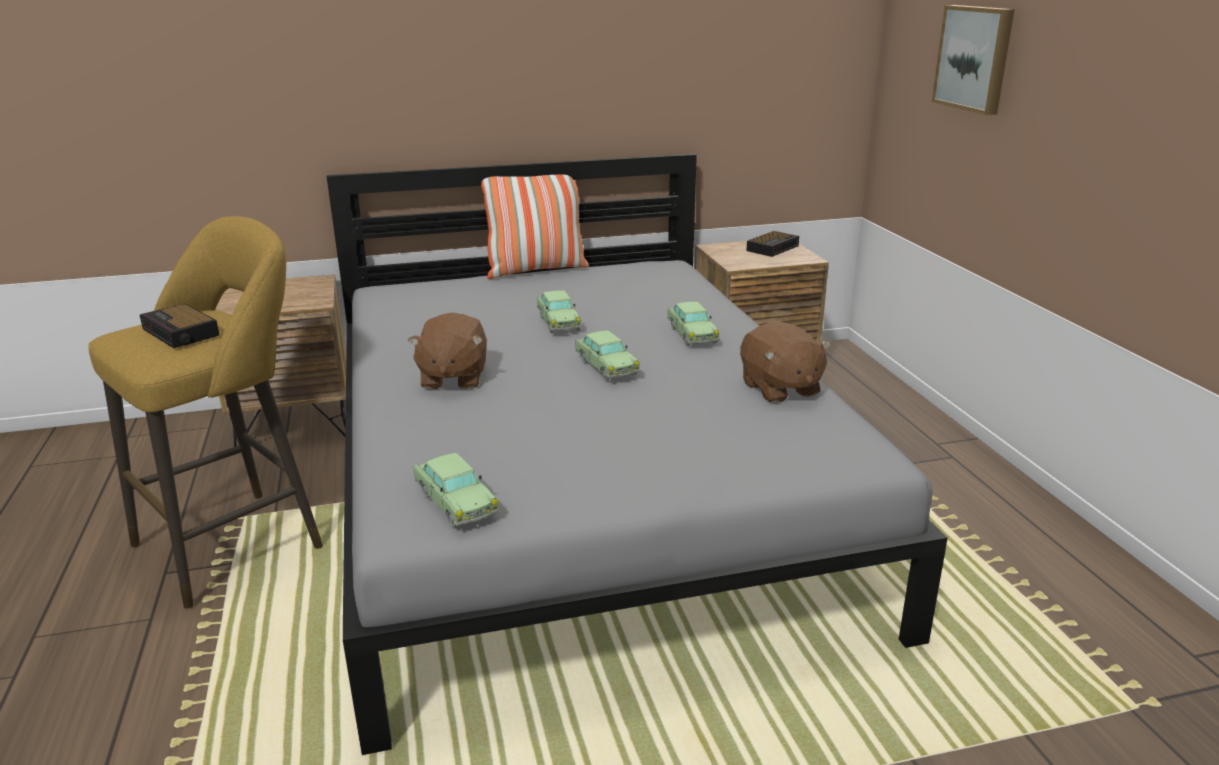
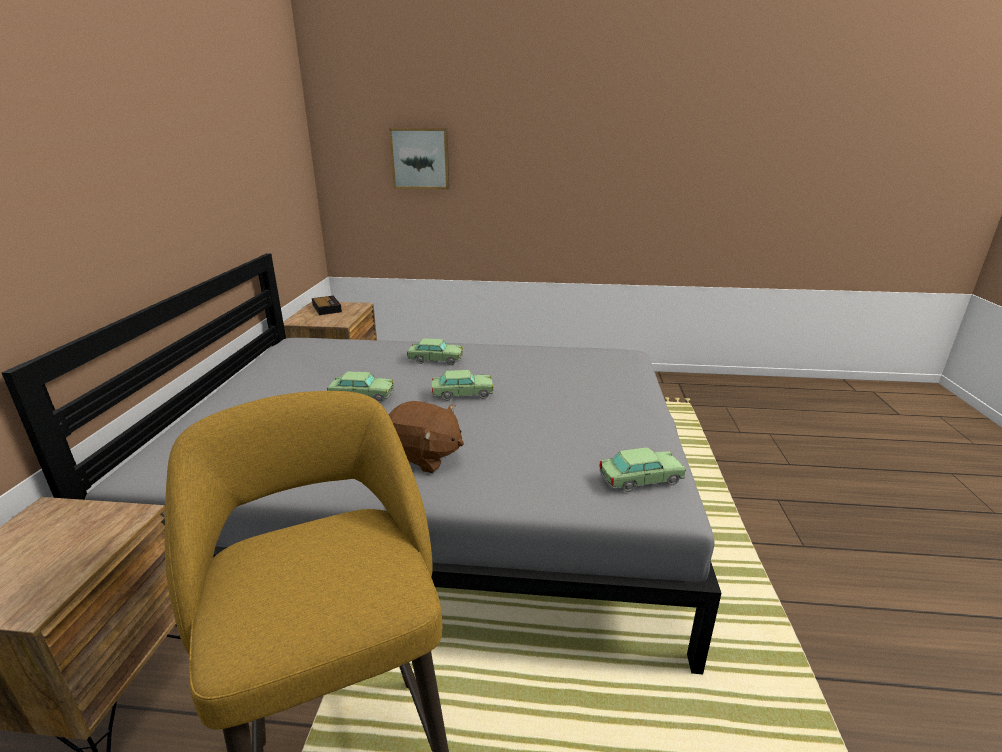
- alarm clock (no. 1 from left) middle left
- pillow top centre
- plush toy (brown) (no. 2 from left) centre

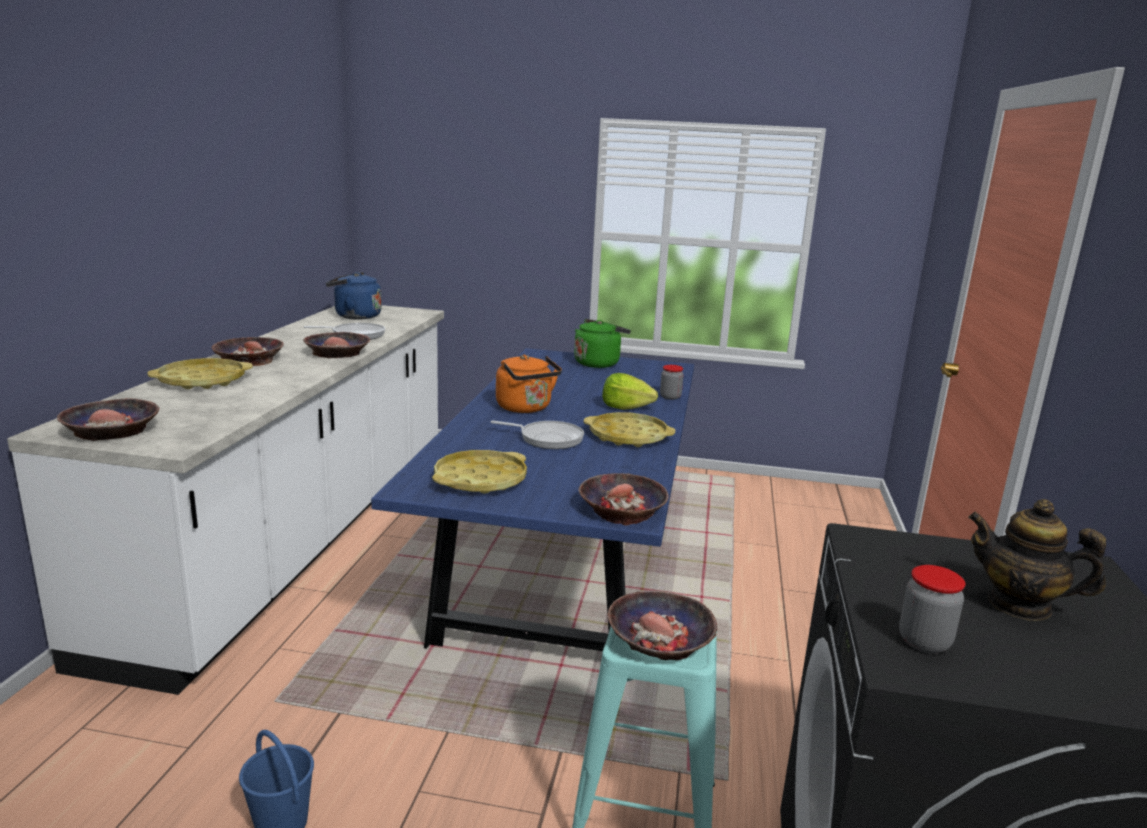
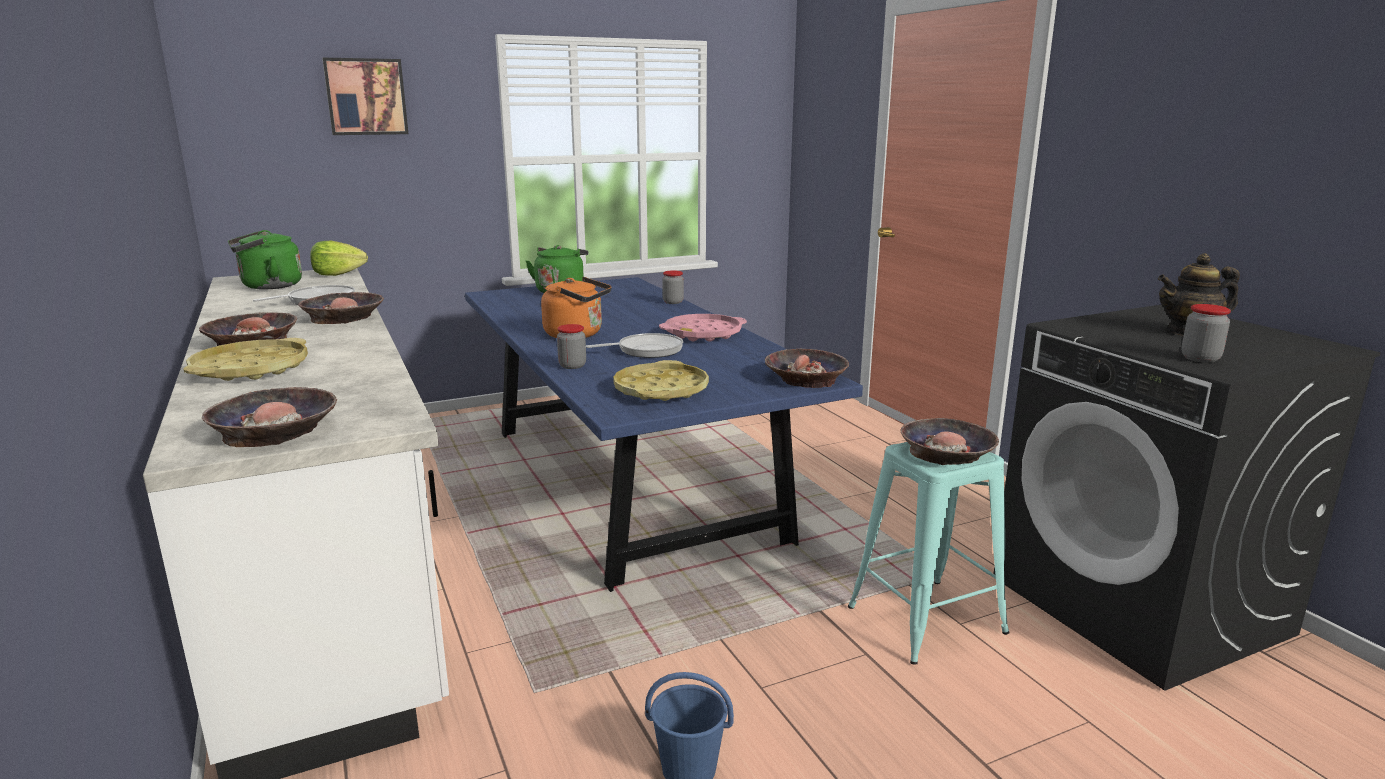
~ kettle (blue) middle left to kettle (green) (no. 1 from left) top left
~ lettuce centre to top left
+ picture top left
+ jar (no. 1 from left) centre
~ tray (yellow) (no. 3 from left) centre to tray (pink) centre

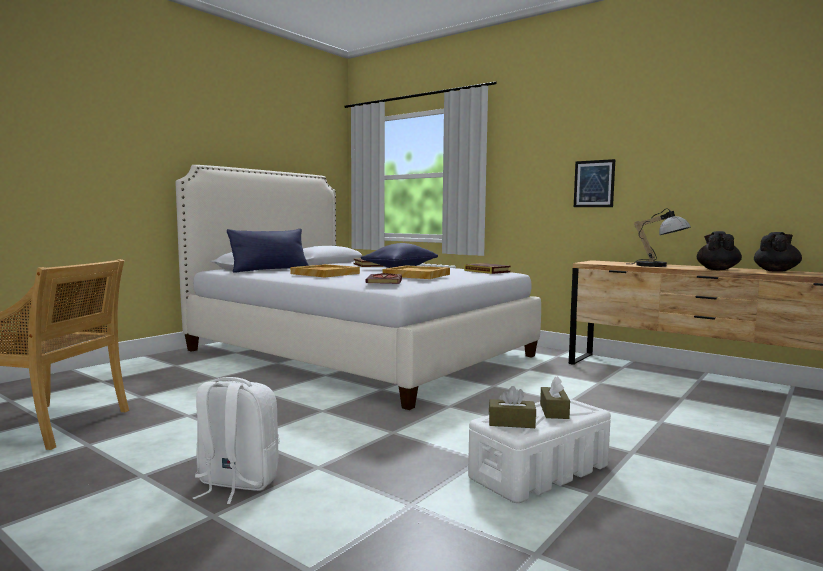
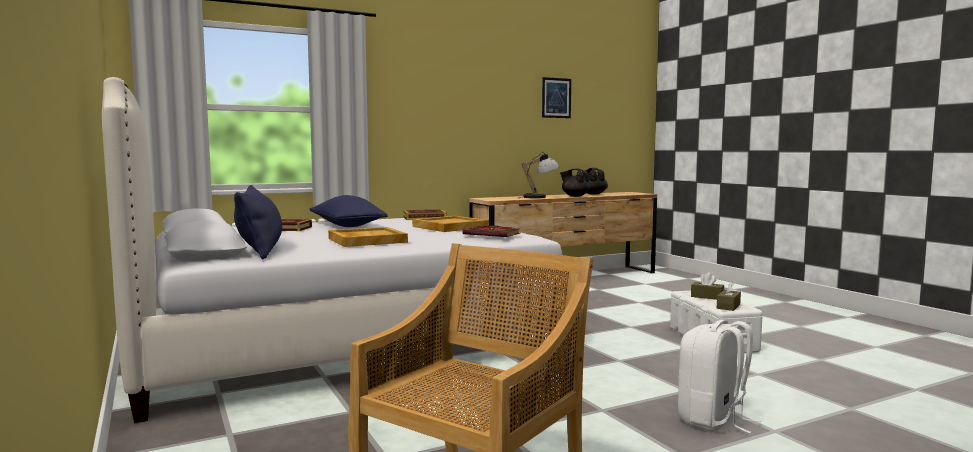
~ picture top right to top centre

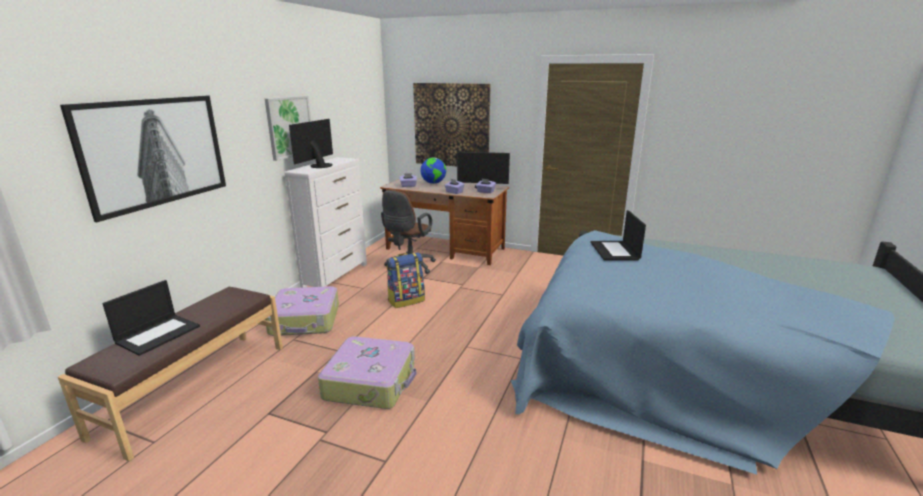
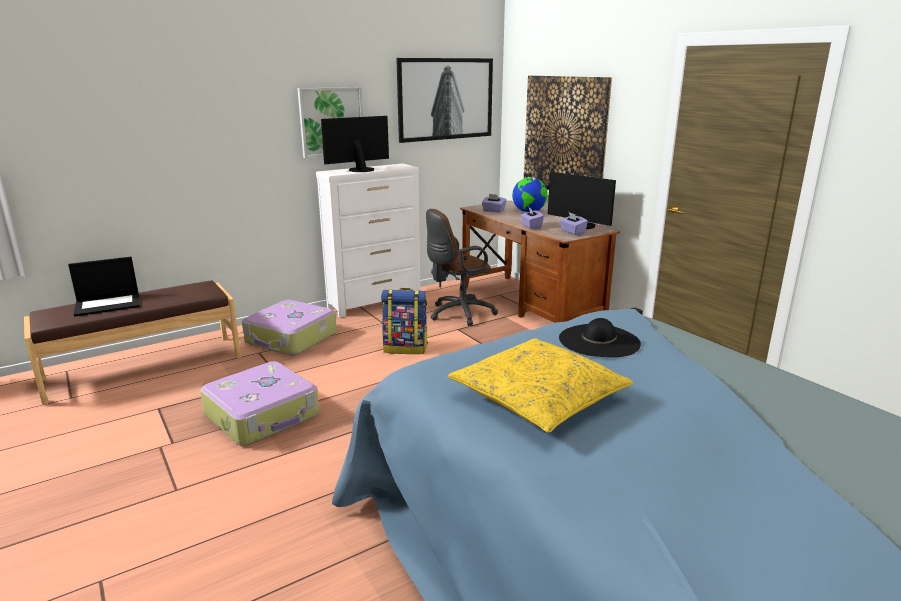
~ picture (no. 1 from left in the first image) top left to picture (no. 2 from left) top centre
+ pillow (yellow) centre
~ laptop (no. 2 from left) middle right to hat (black) centre

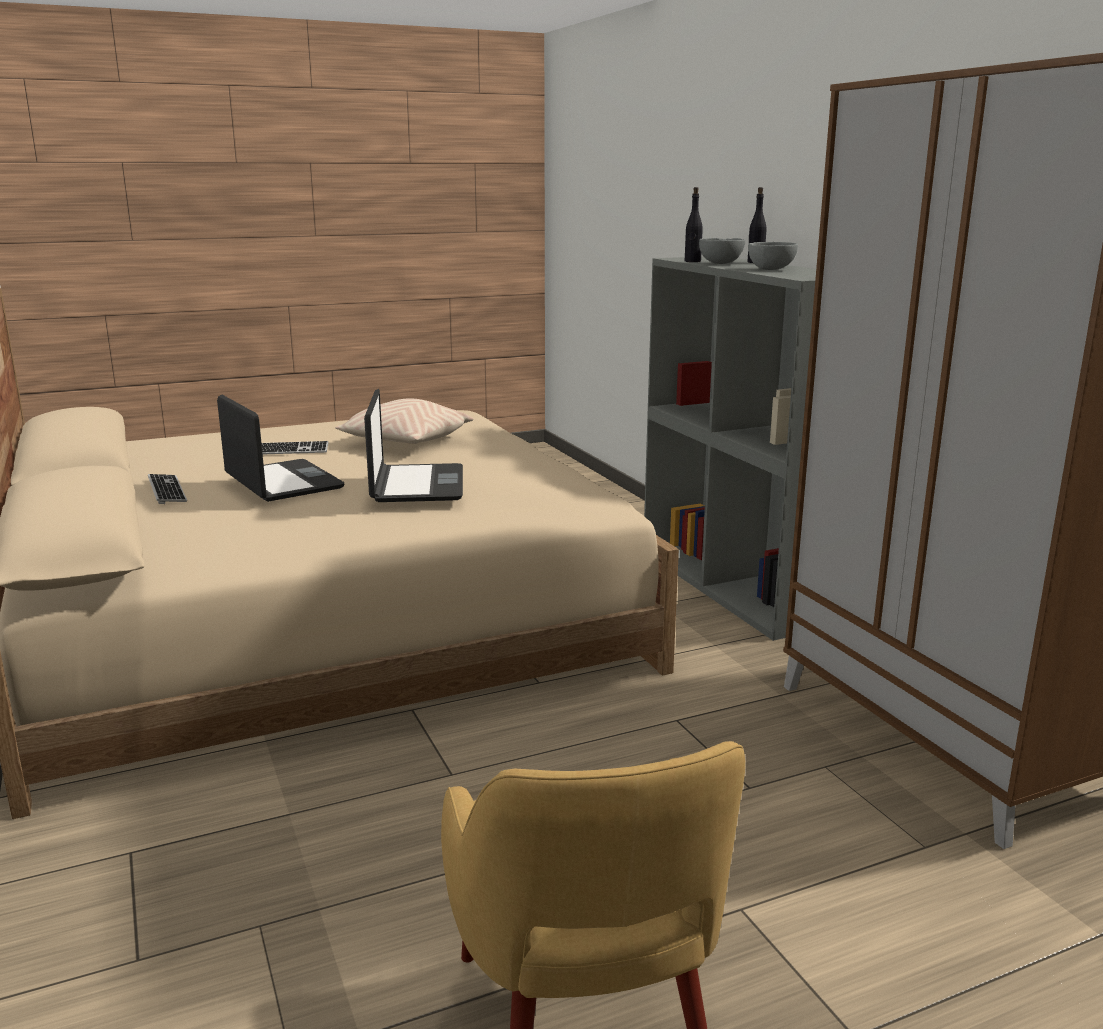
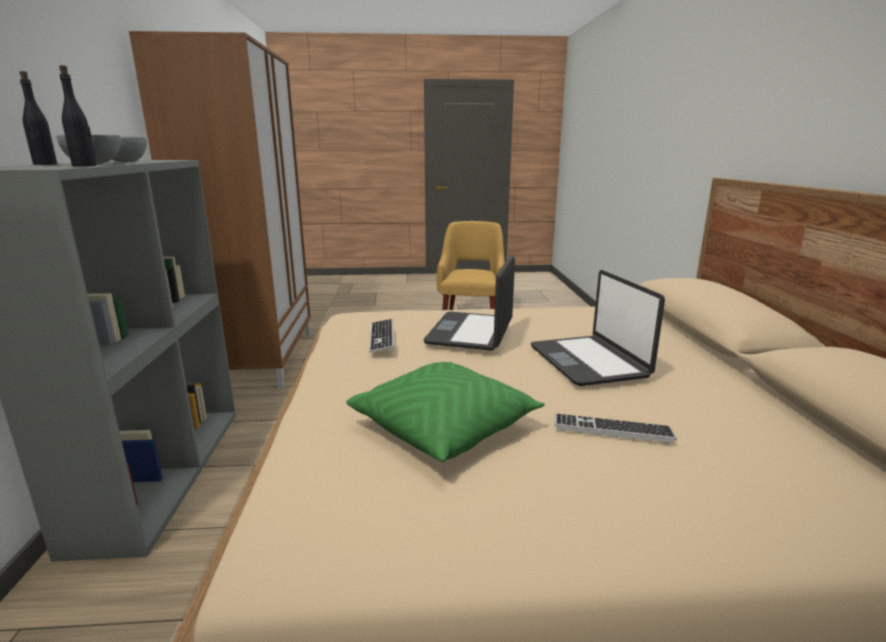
~ pillow (beige) centre to pillow (green) centre
~ keyboard (no. 1 from left) middle left to centre

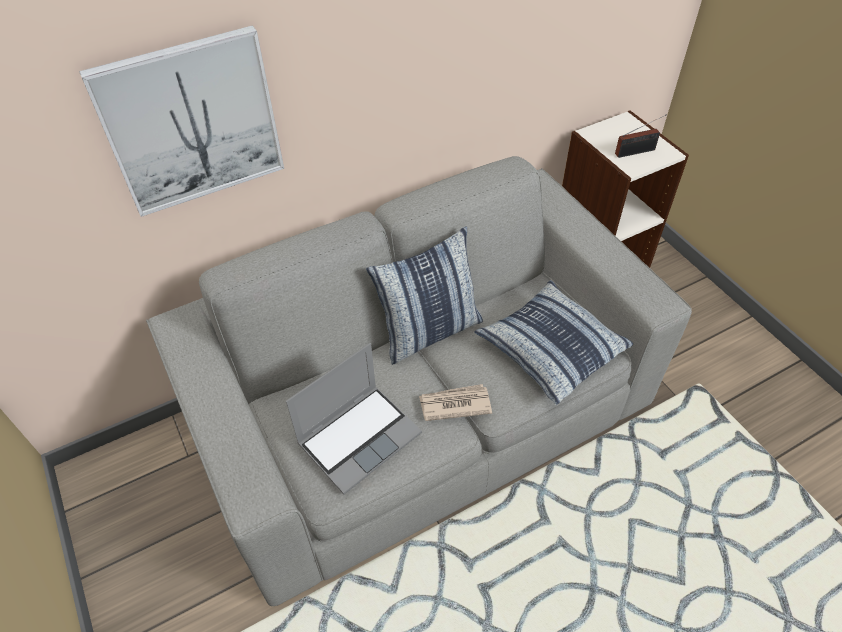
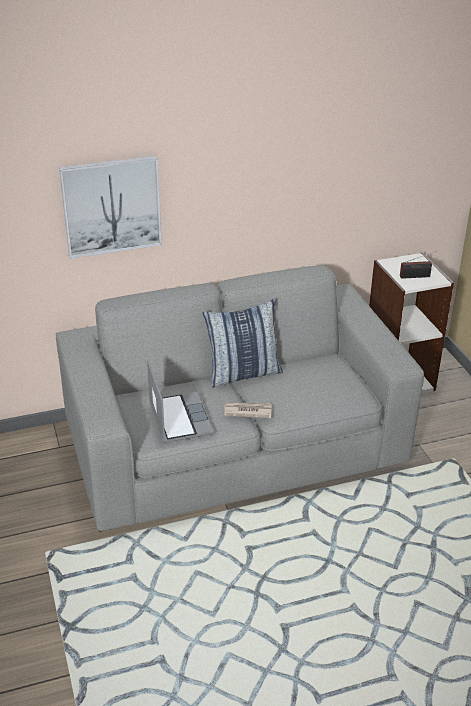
~ laptop centre = centre 75 degrees counterclockwise
- pillow (no. 2 from left) centre

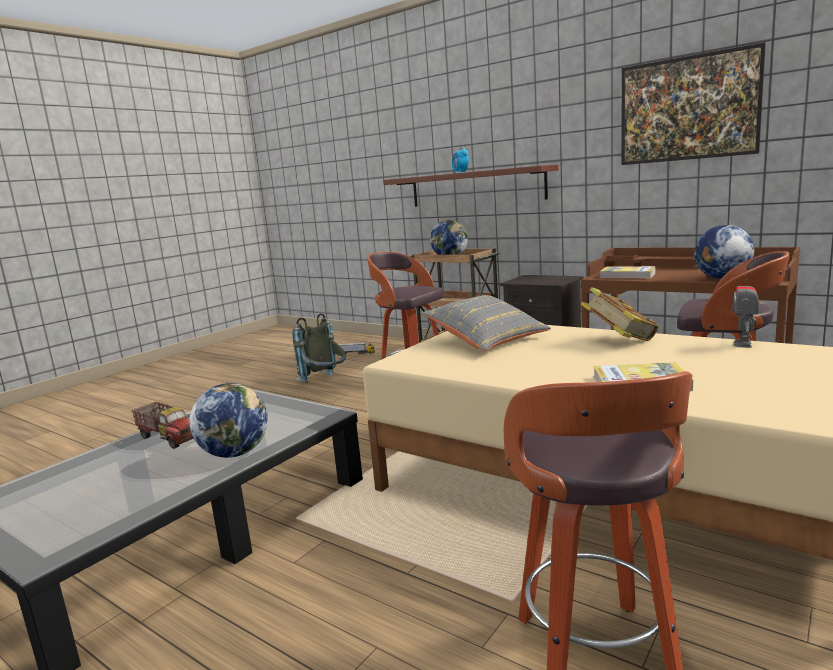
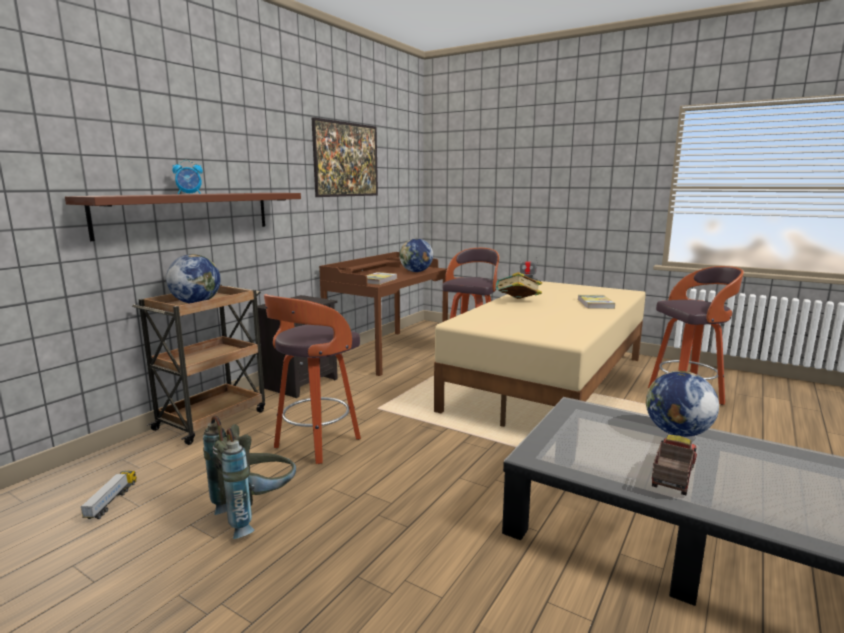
- pillow (grey) centre

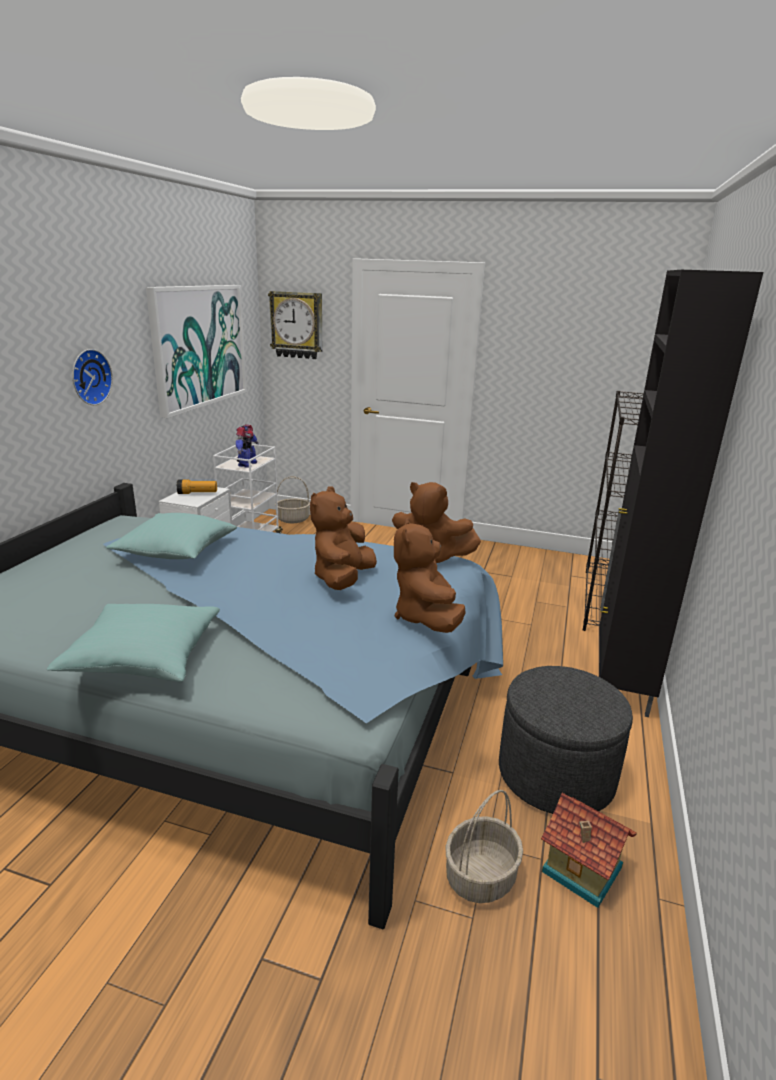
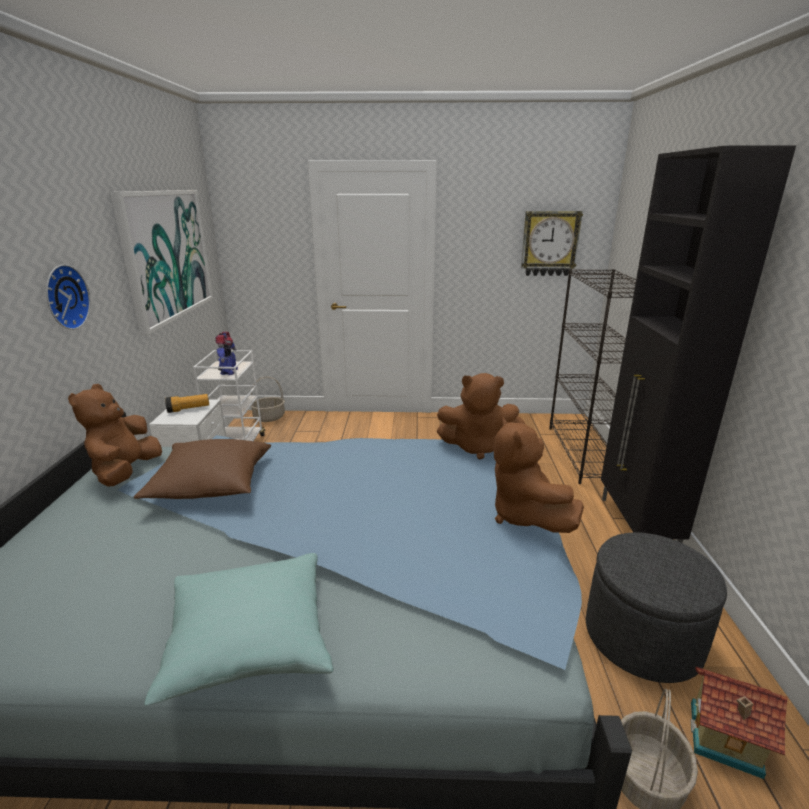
~ plush toy (brown) (no. 1 from left) centre to middle left
~ pillow (turquoise) (no. 2 from left) middle left to pillow (brown) middle left
~ wall clock (no. 2 from left) top centre to top right

